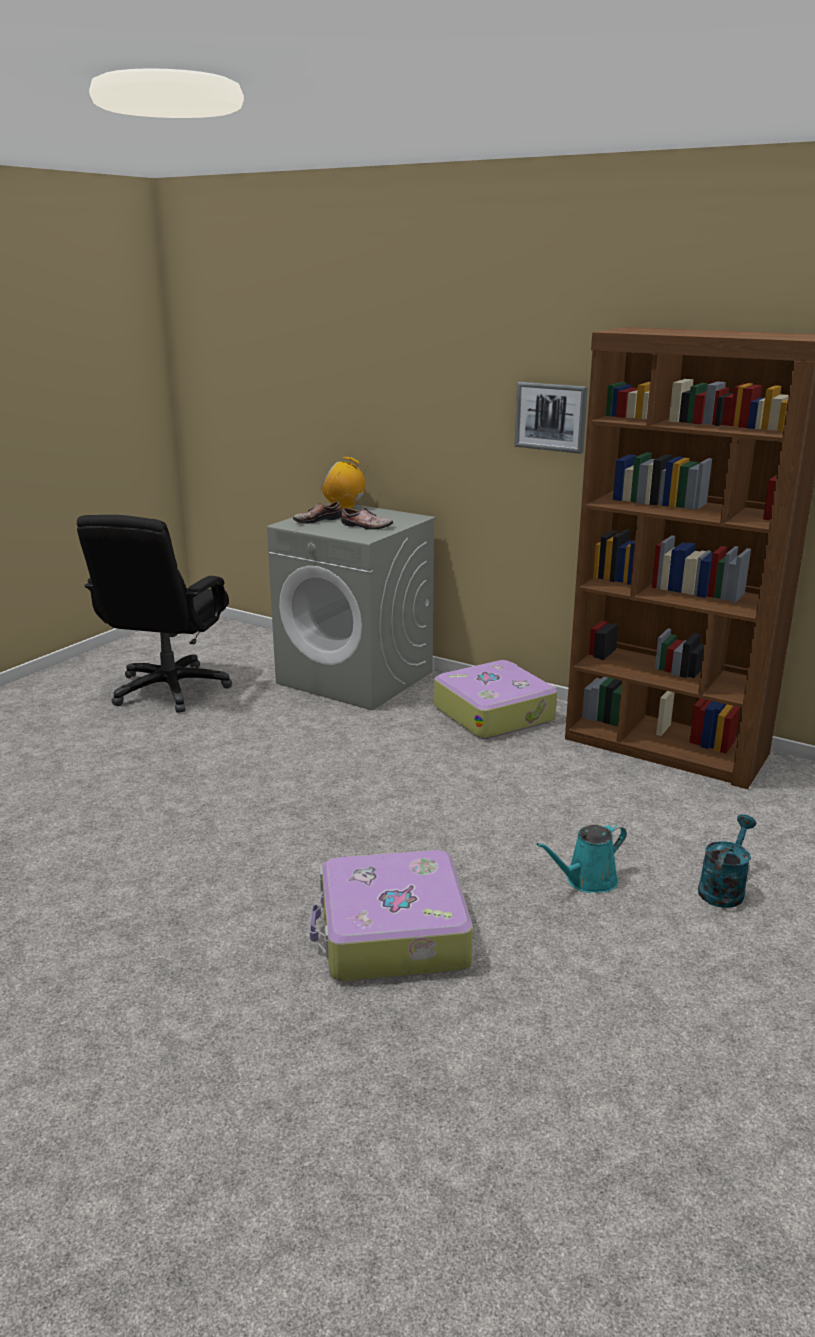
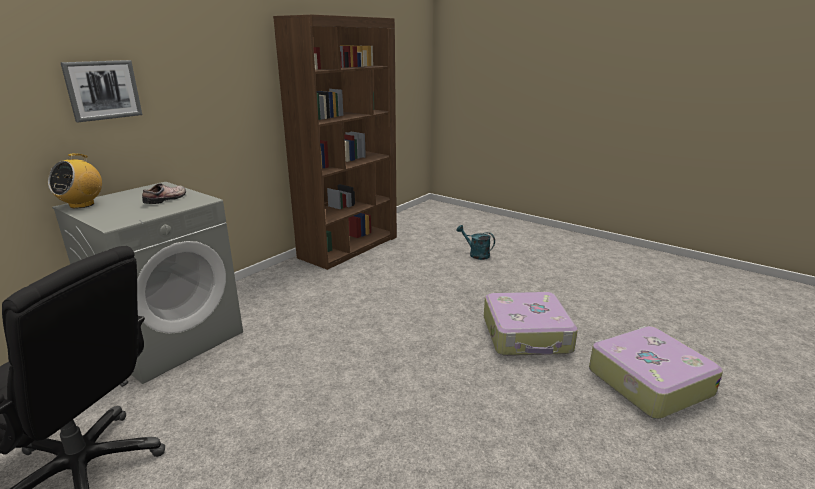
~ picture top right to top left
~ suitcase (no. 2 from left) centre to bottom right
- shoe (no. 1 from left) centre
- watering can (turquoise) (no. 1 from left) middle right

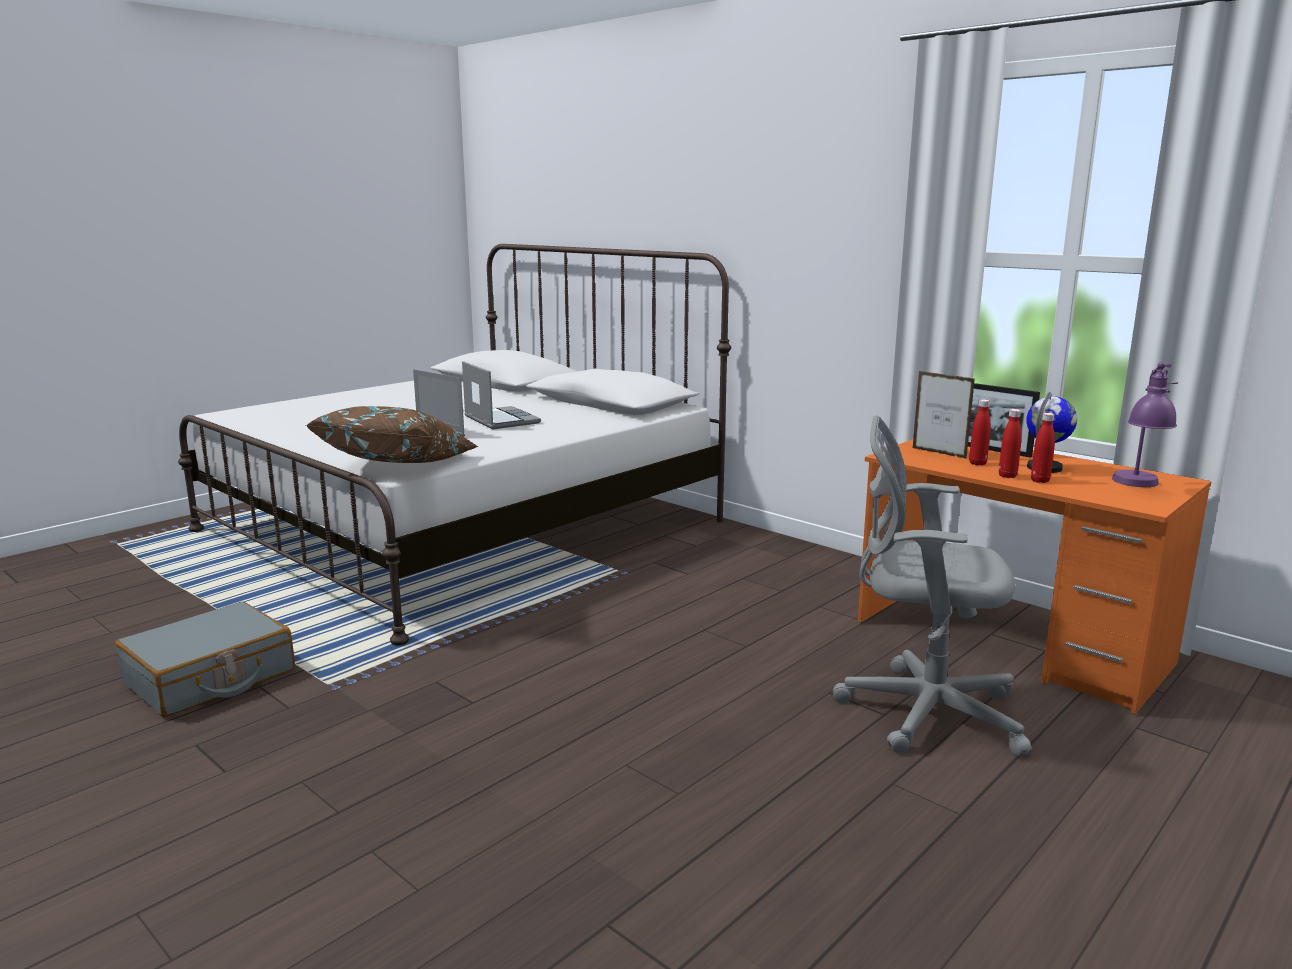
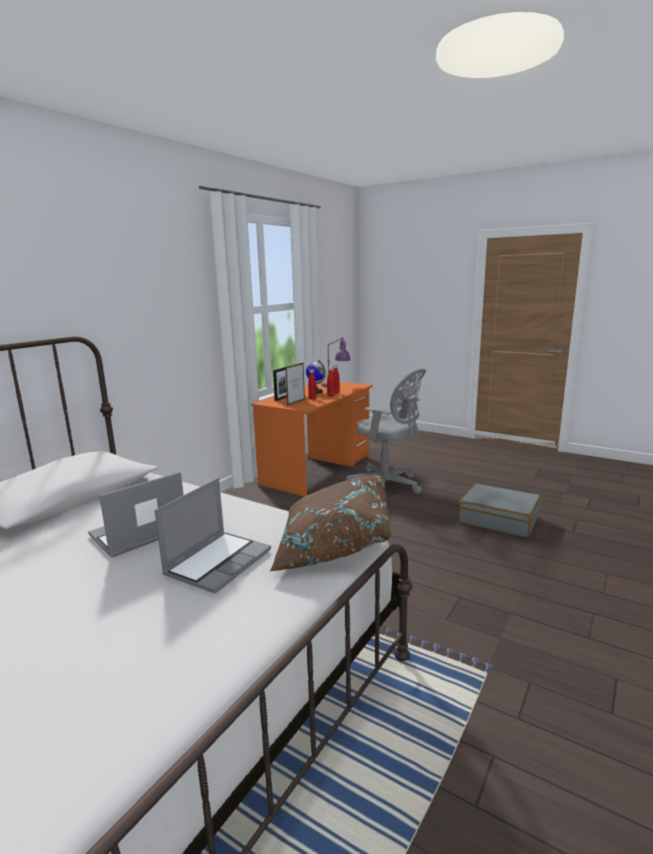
~ office chair (grey) middle right = centre 60 degrees counterclockwise
~ suitcase (grey) bottom left to middle right

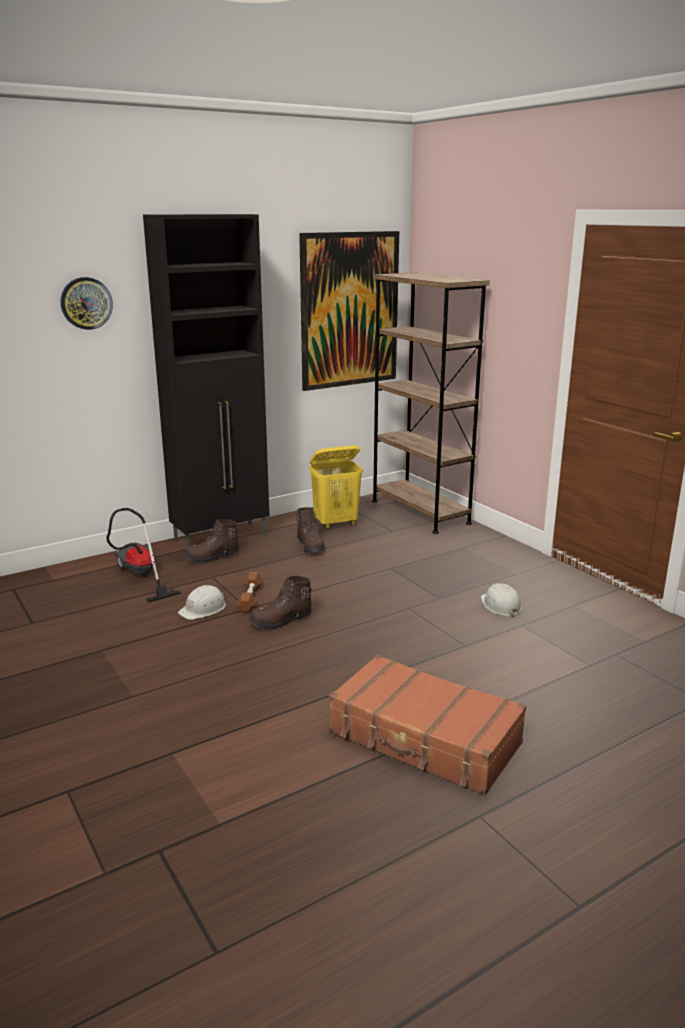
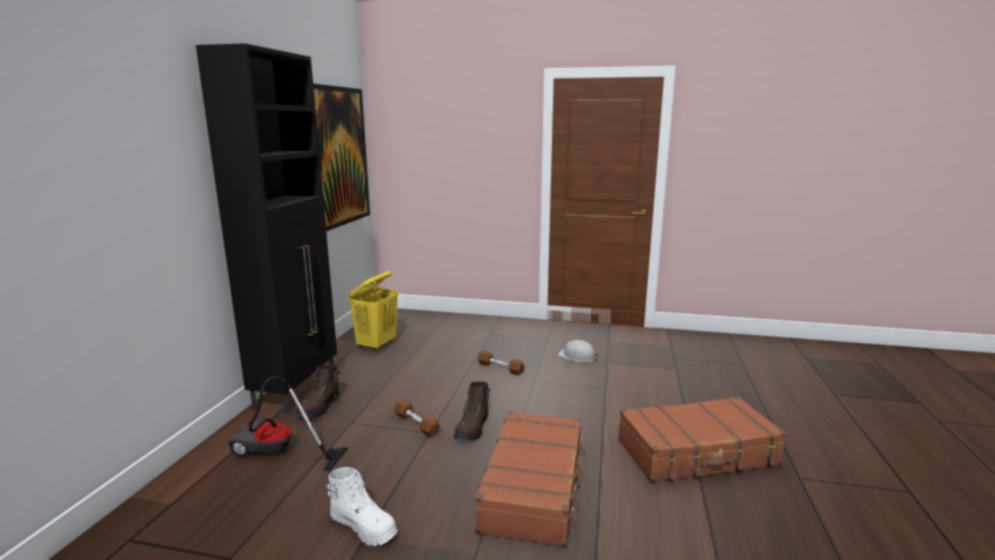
+ boot (white) bottom centre
+ suitcase (brown) (no. 1 from left) bottom centre
+ dumbbell (brown) (no. 2 from left) centre
- wall clock top left
- hard hat (white) (no. 1 from left) middle left
- boot (brown) (no. 3 from left) centre
- bookcase (brown) centre

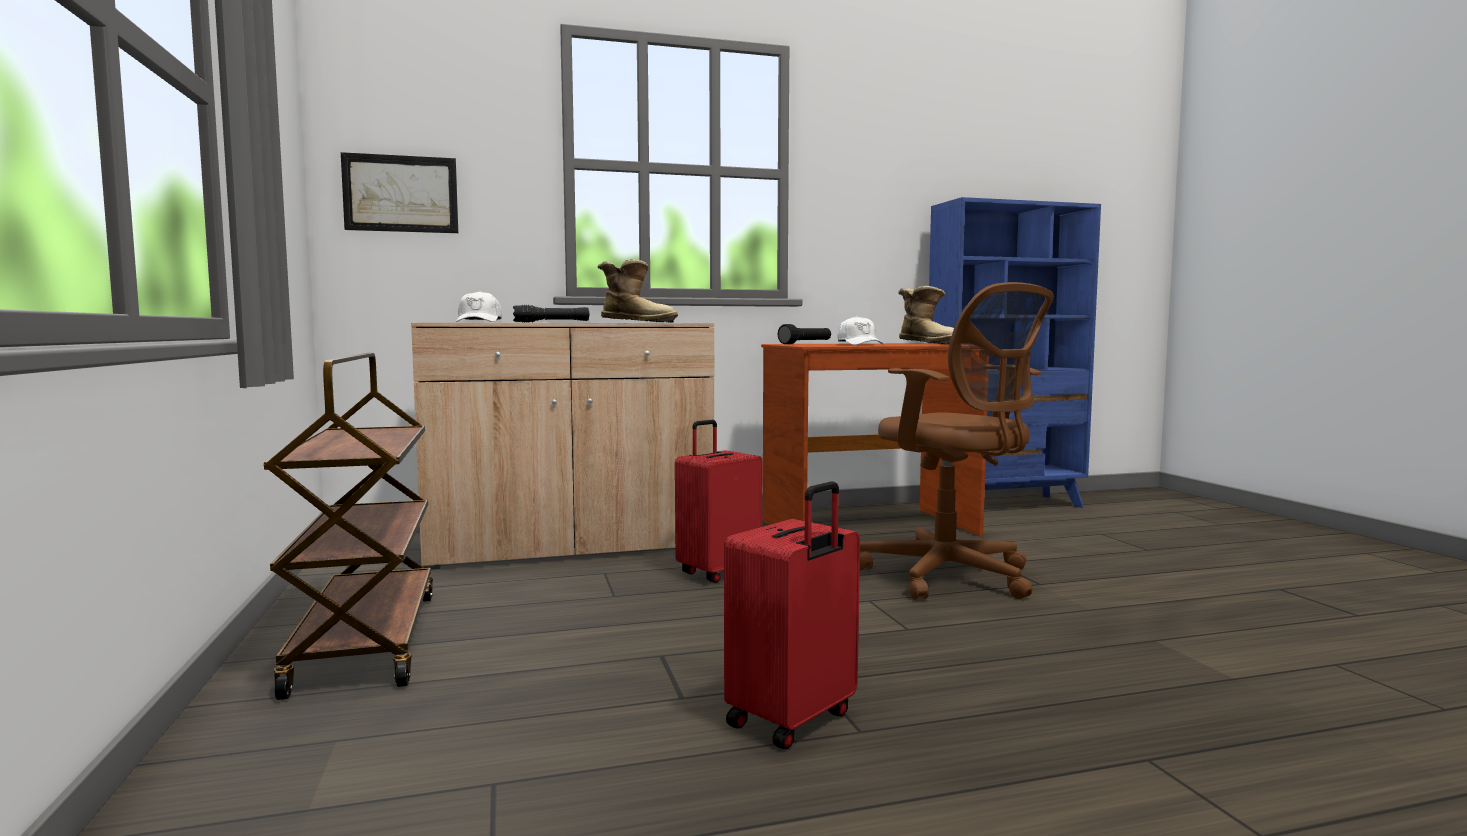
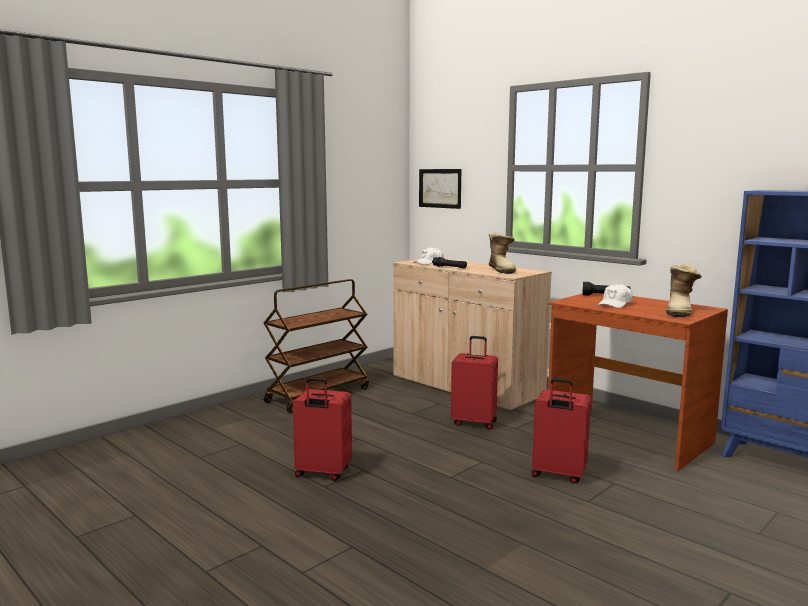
~ office chair (brown) centre to suitcase (red) (no. 3 from left) bottom right

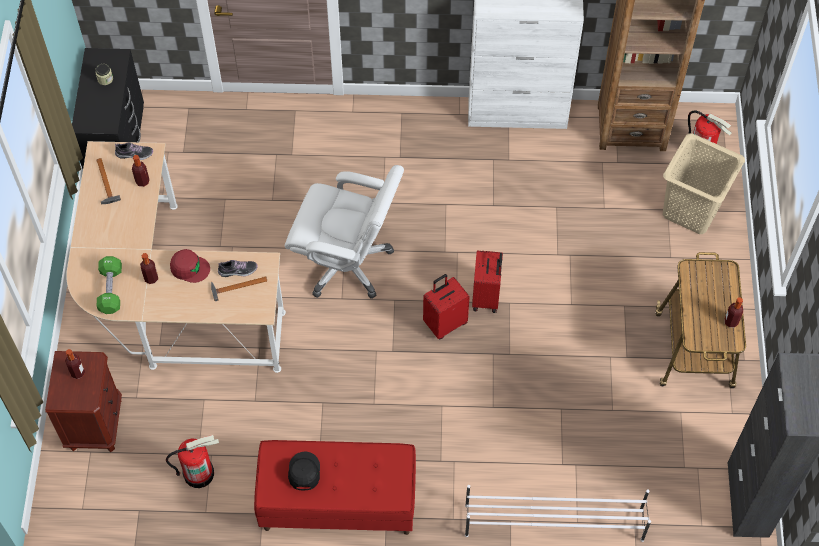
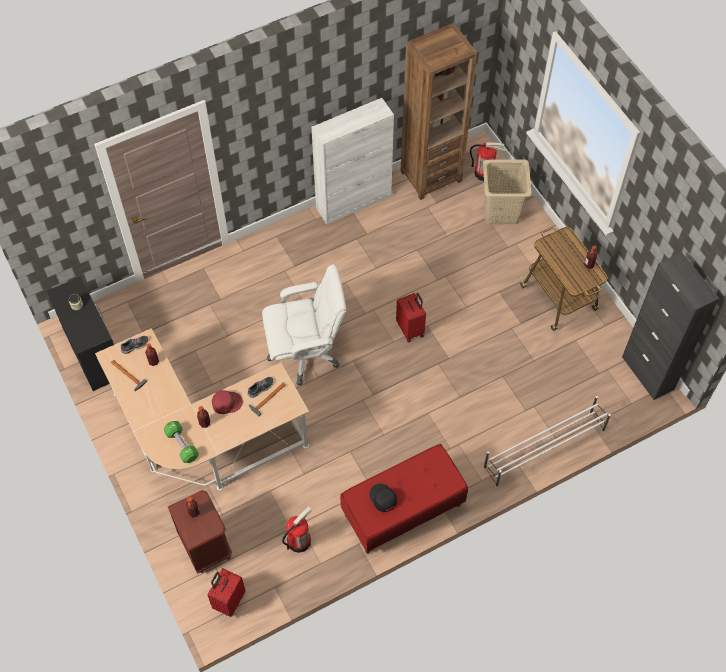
~ suitcase (red) (no. 1 from left) centre to bottom left

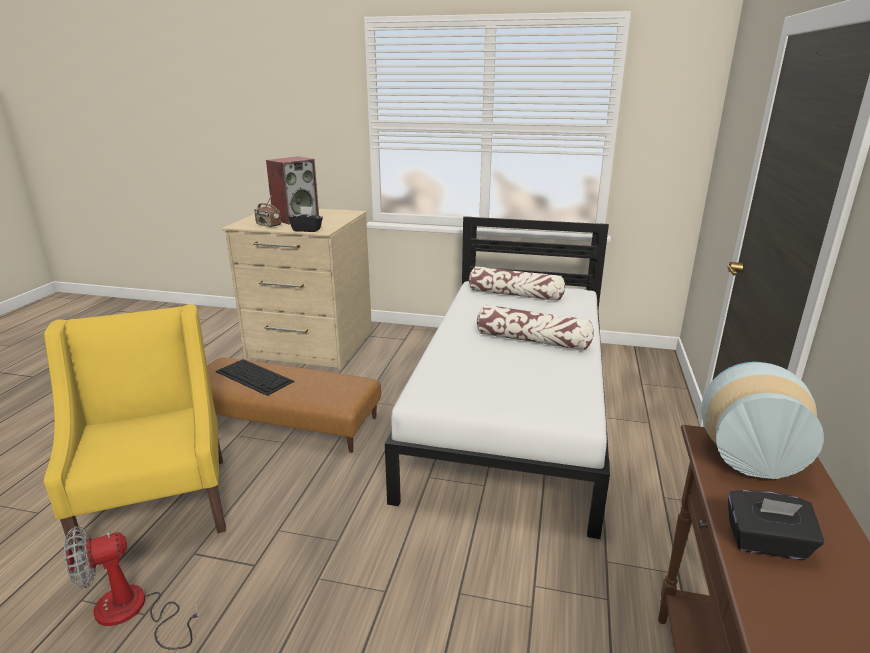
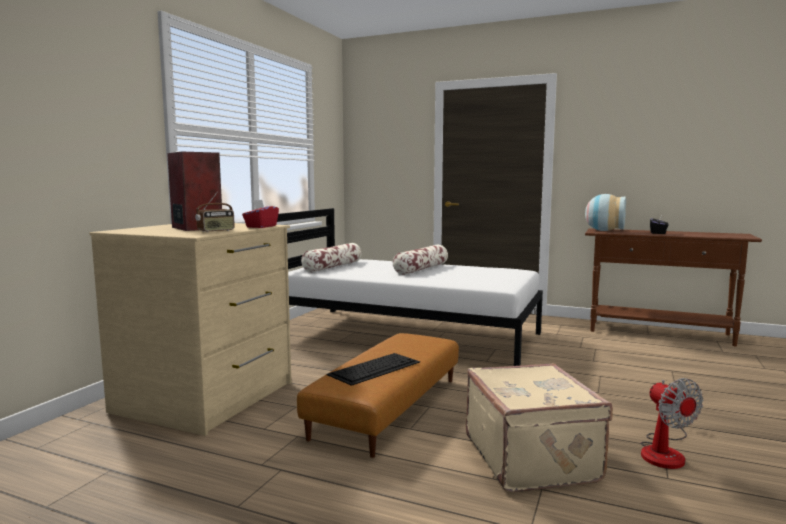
~ tissue box (black) (no. 1 from left) centre to tissue box (red) middle left
~ armchair (yellow) middle left to suitcase (beige) bottom right

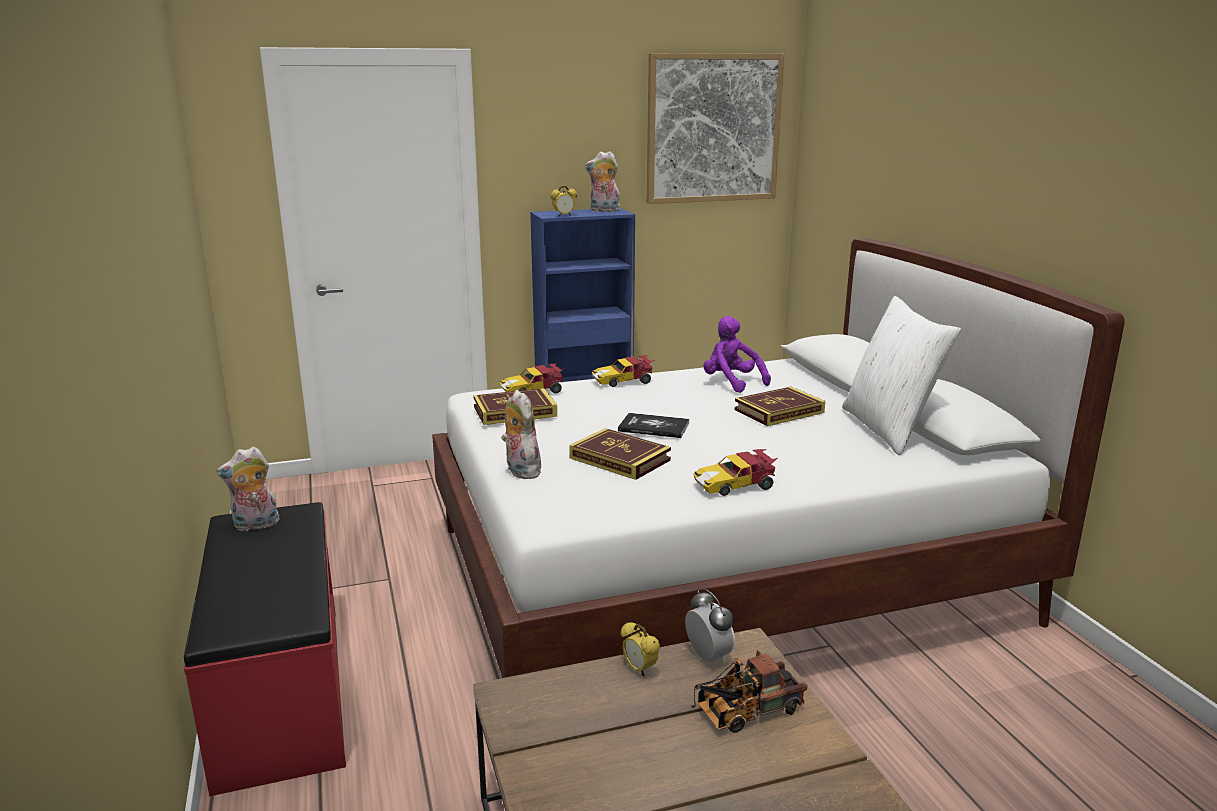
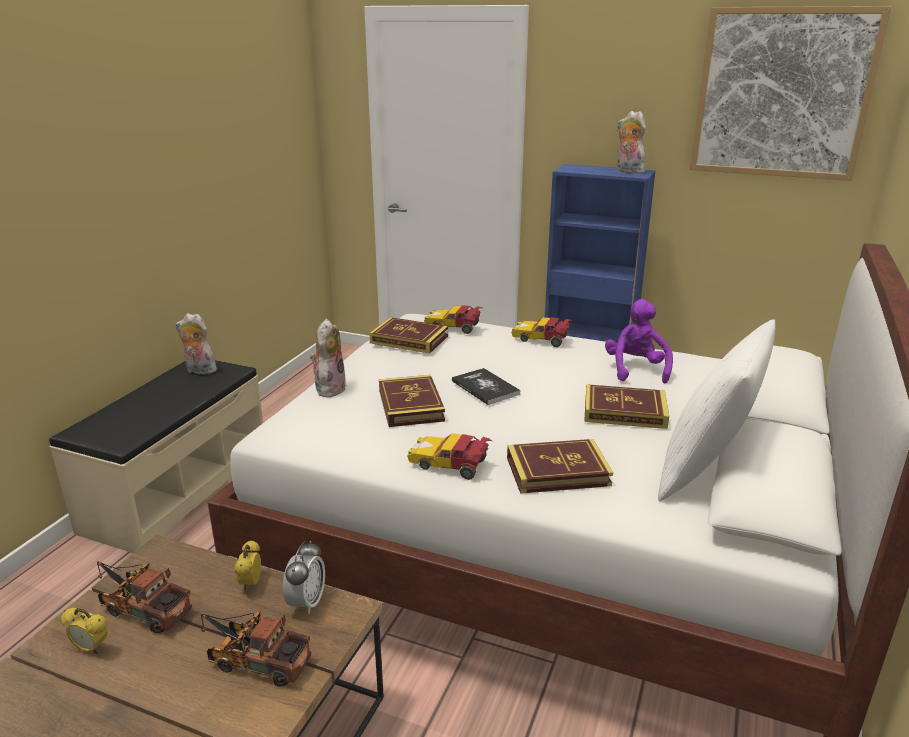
~ bench (red) bottom left to bench (beige) middle left
~ alarm clock (no. 1 from left) top centre to bottom left
+ toy truck (no. 1 from left) bottom left
+ book (no. 4 from left) centre

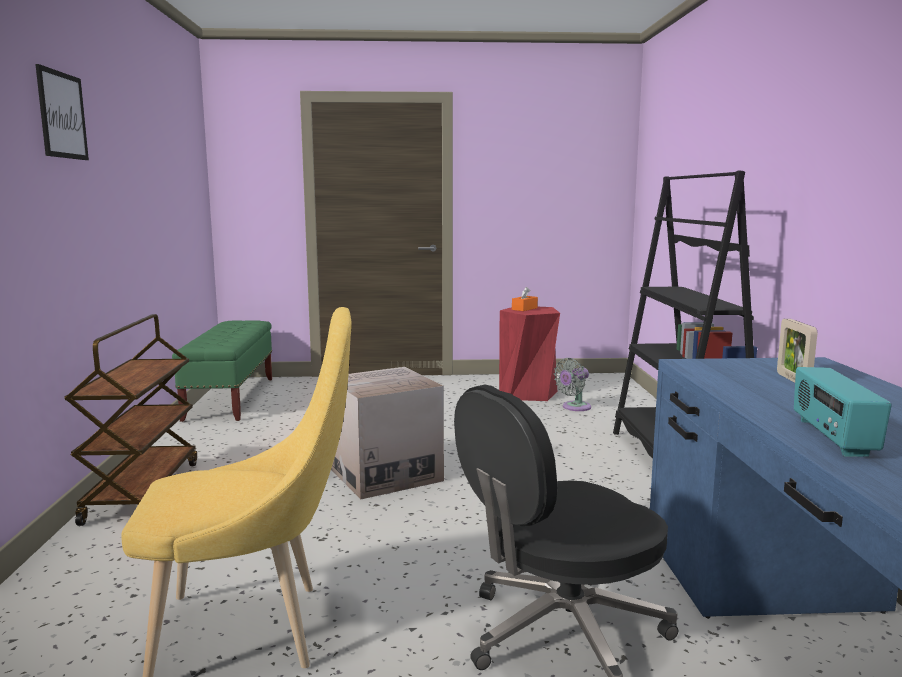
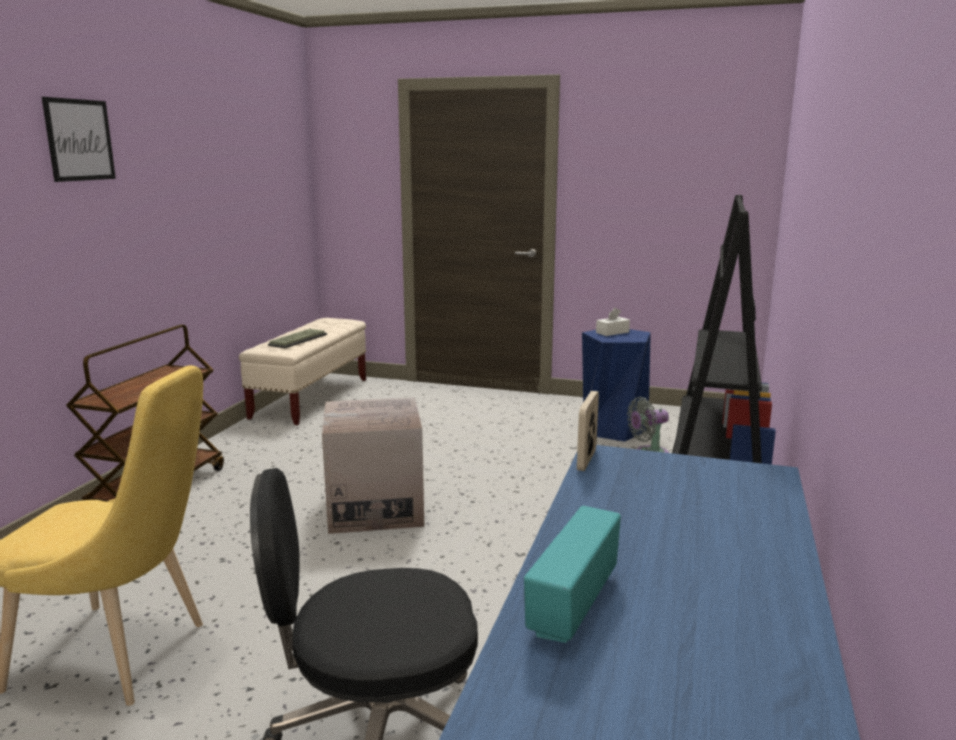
~ bench (green) middle left to bench (beige) middle left
+ keyboard middle left
~ picture frame middle right to centre
~ stool (red) centre to stool (blue) centre
~ tissue box (orange) centre to tissue box (white) centre

